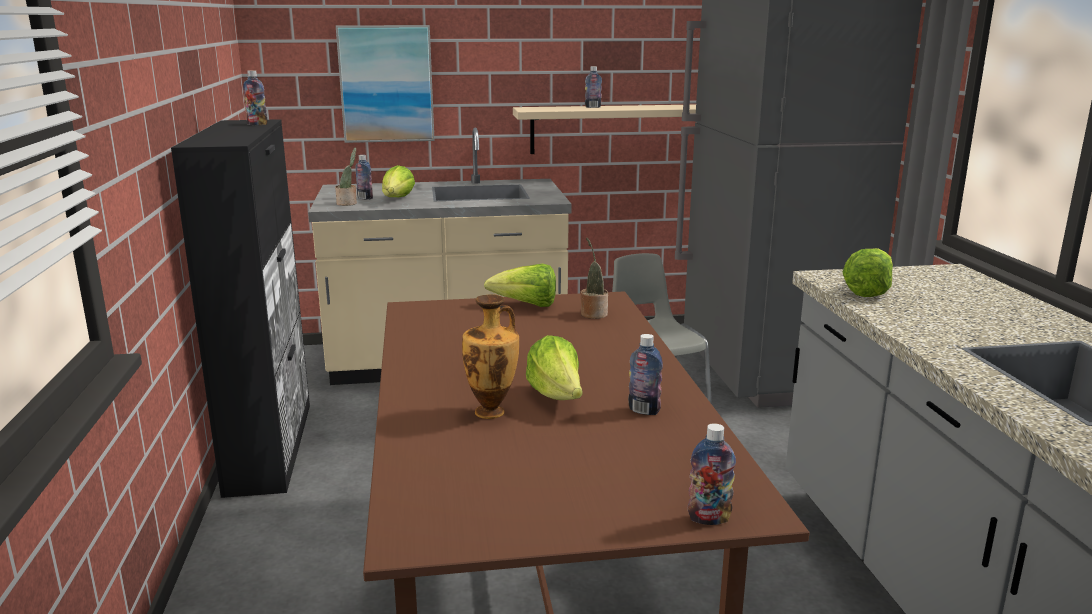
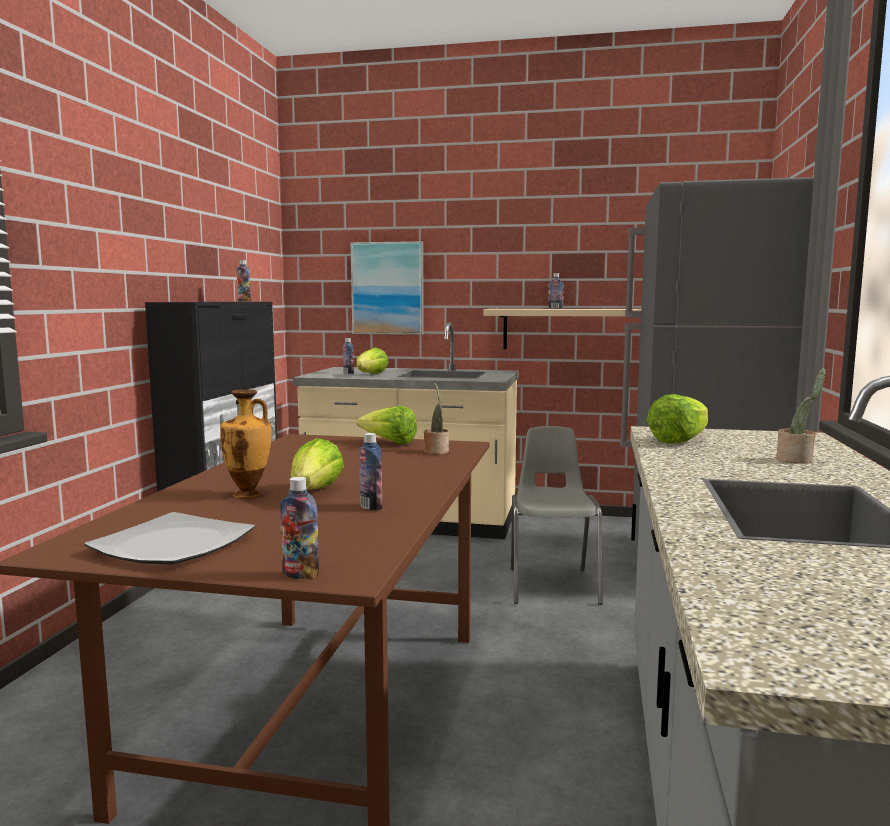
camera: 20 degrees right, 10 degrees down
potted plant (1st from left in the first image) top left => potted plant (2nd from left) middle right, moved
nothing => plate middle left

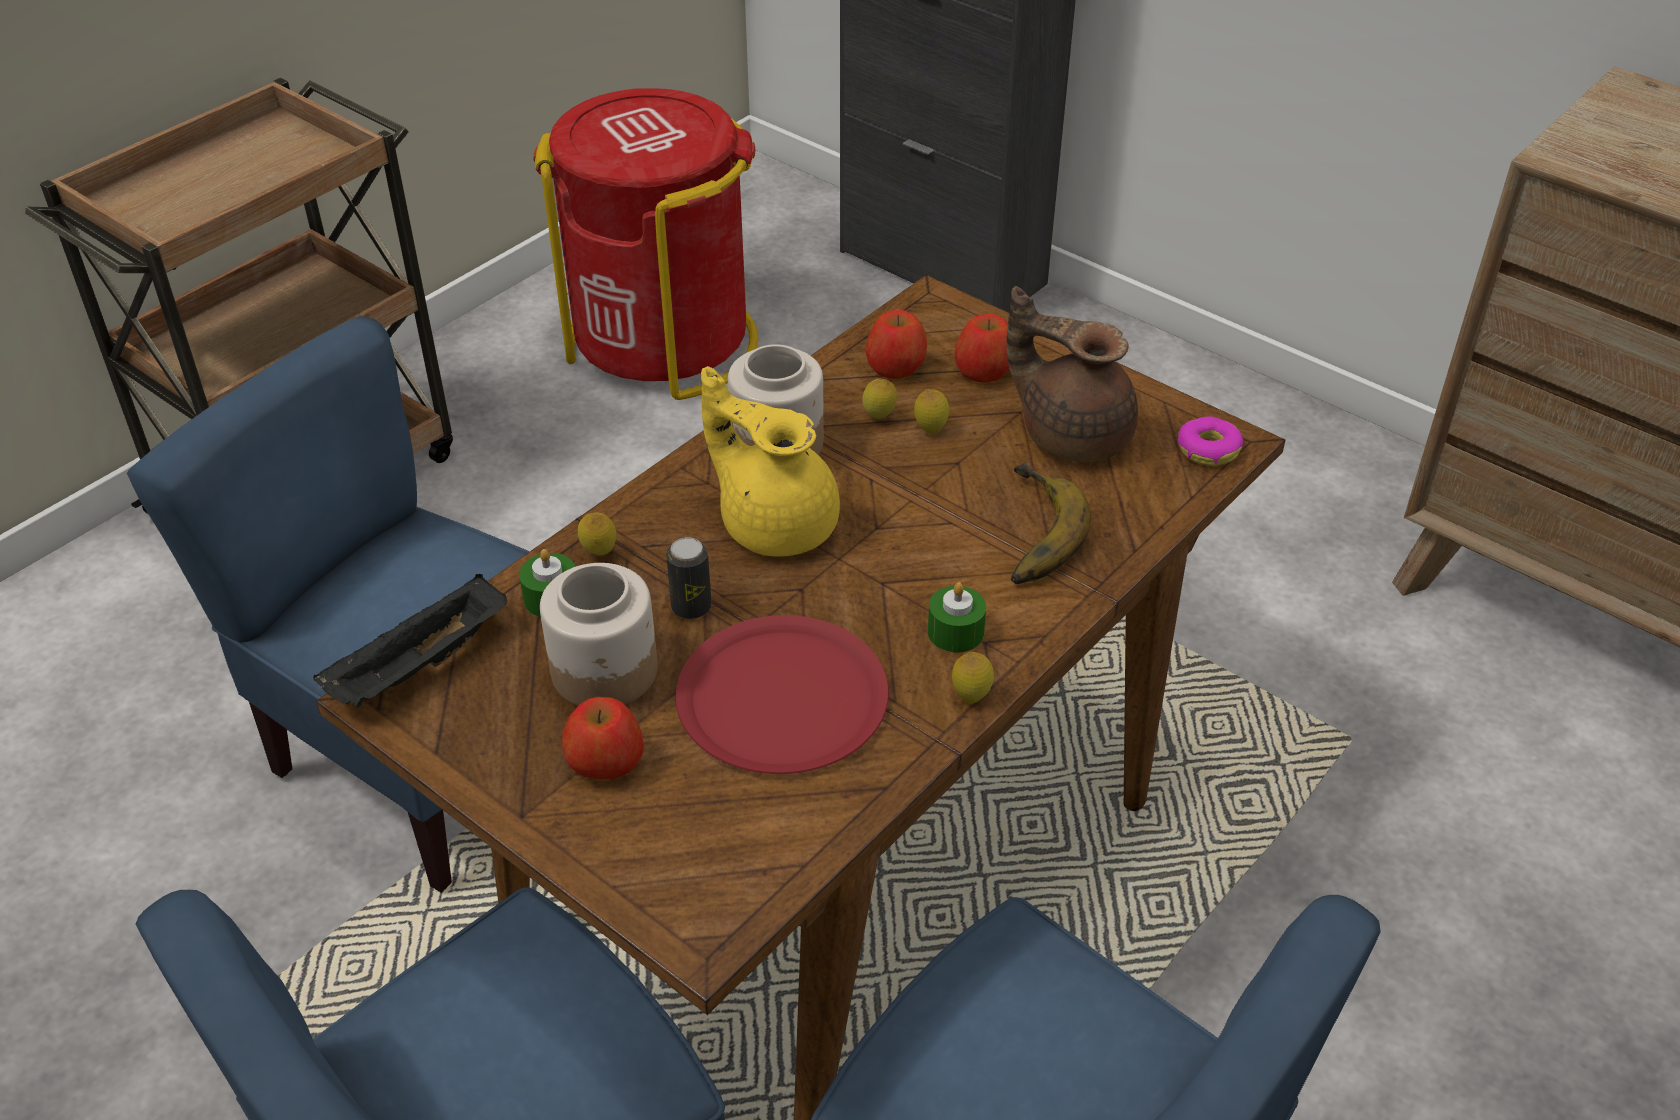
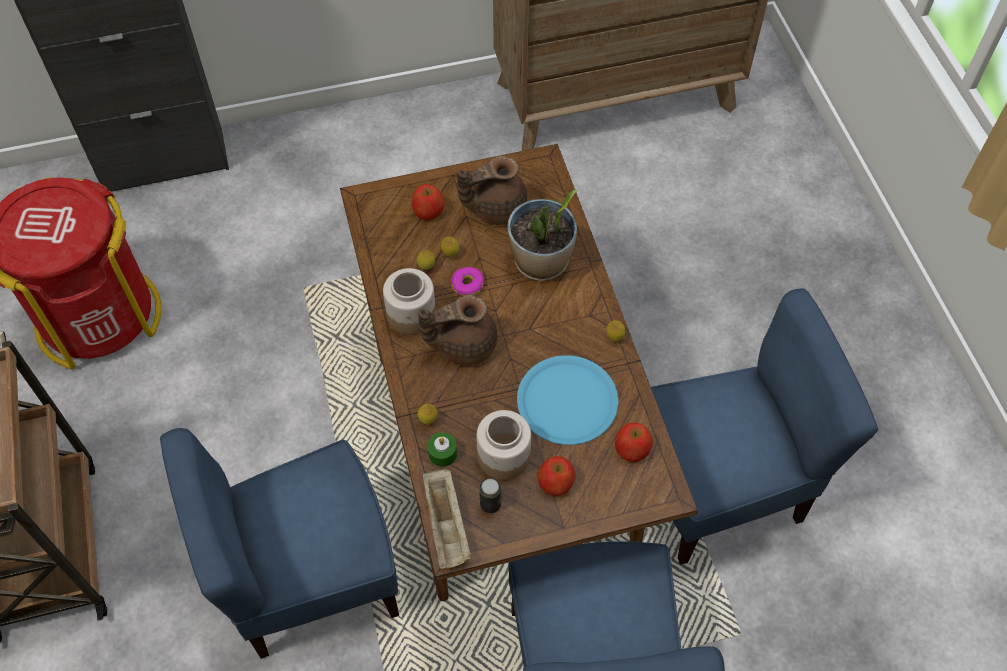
camera: 55 degrees left, 15 degrees up
apple (2nd from left in the first image) top centre => apple (3rd from left) centre, moved
yellow teapot centre => brown teapot (1st from left) centre
donut middle right => donut centre, moved
banana centre => potted plant centre
can centre => can bottom centre, moved
black tray middle left => beige tray bottom centre
green candle (2nd from left) centre => nothing
red plate centre => blue plate centre

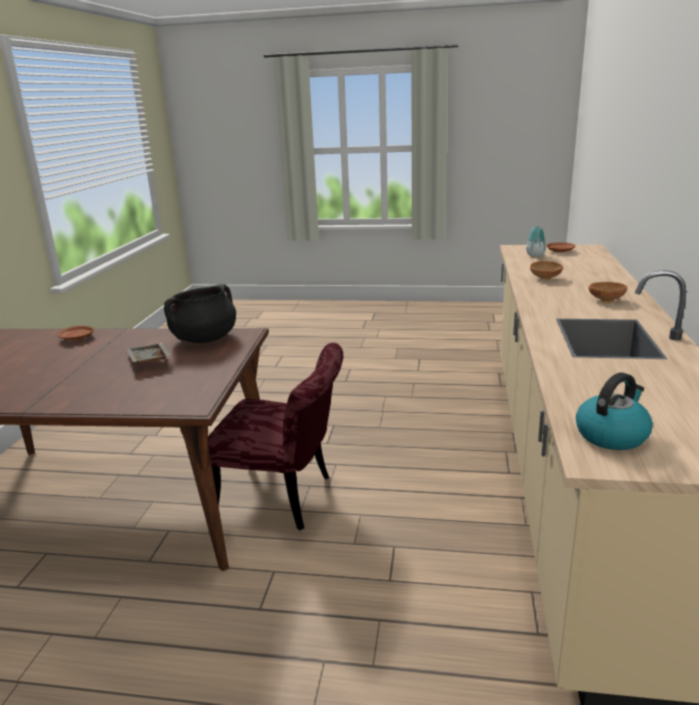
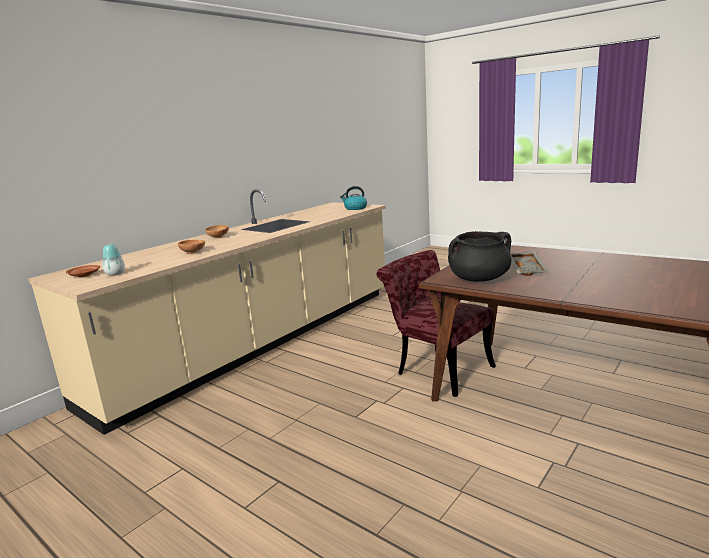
camera: 150 degrees left, 5 degrees down
brown plate (1st from left) middle left => nothing

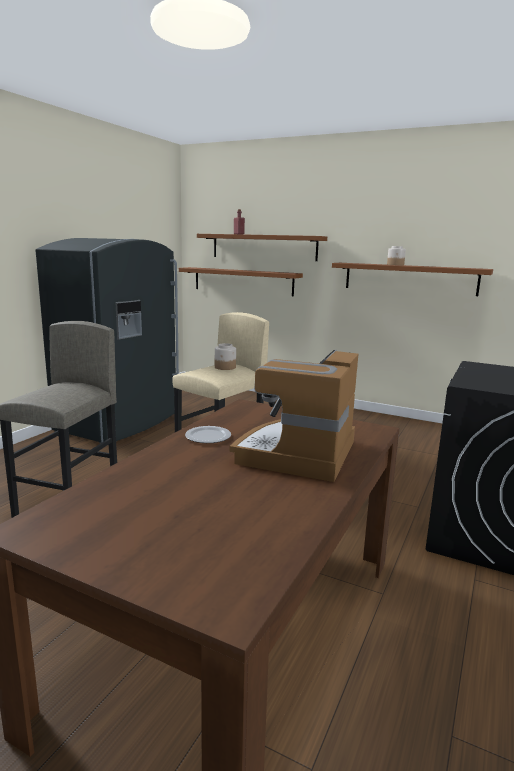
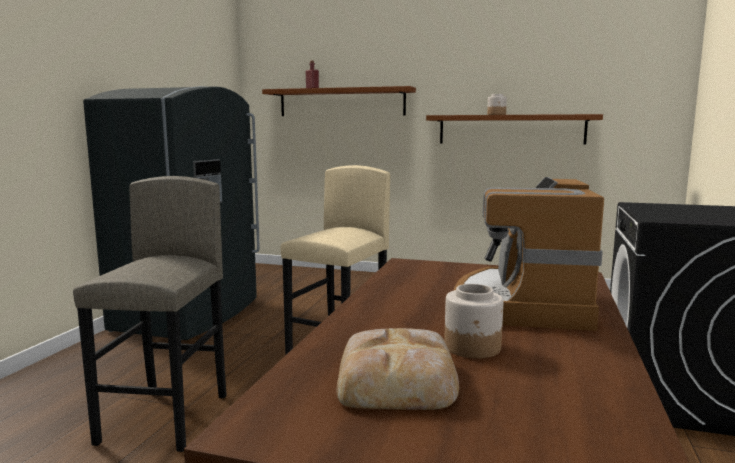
camera: 10 degrees left, 5 degrees down
brown shelf (1st from left) centre => nothing
jar (1st from left) centre => jar (1st from left) bottom centre, moved
plate centre => nothing
nothing => bread bottom centre

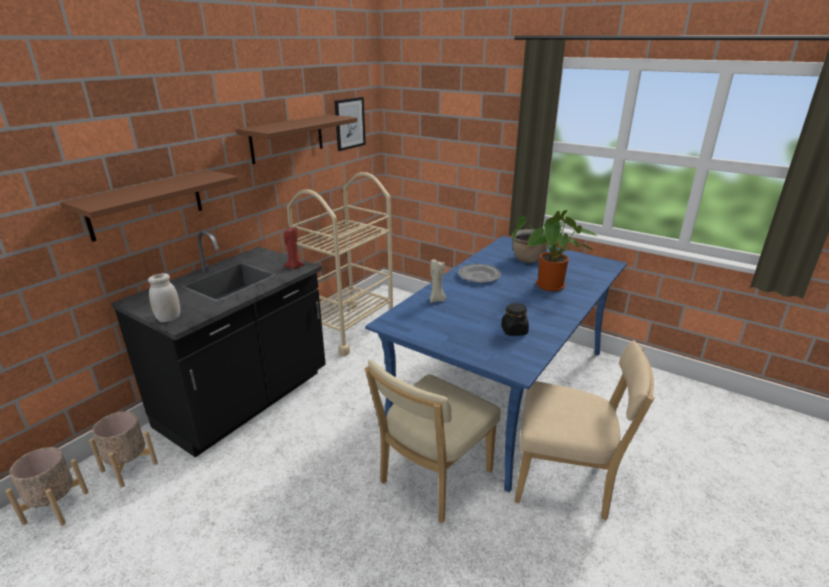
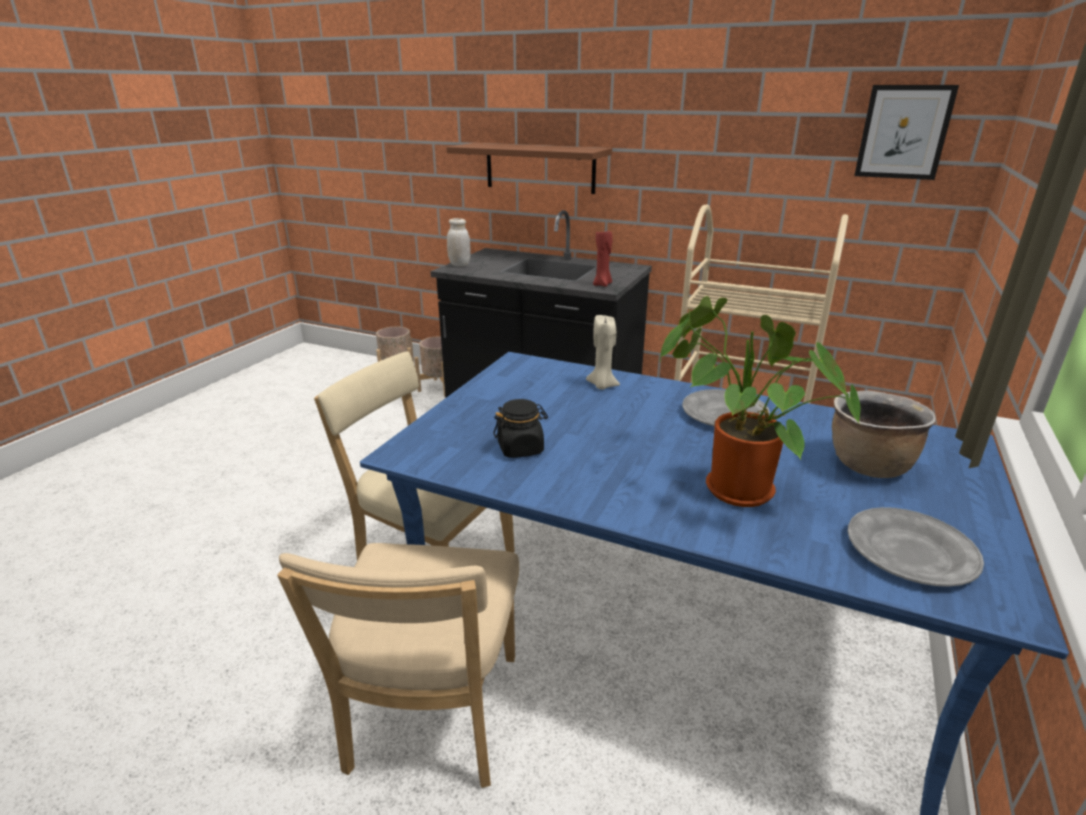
camera: 80 degrees right, 0 degrees up
brown shelf (2nd from left) top centre => nothing
nothing => grey plate (2nd from left) bottom right

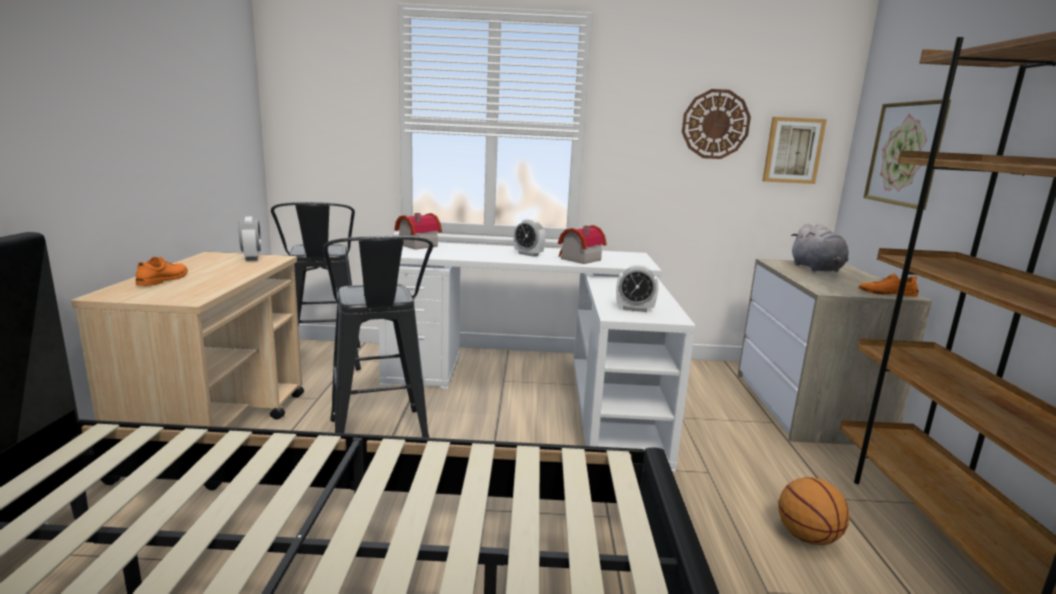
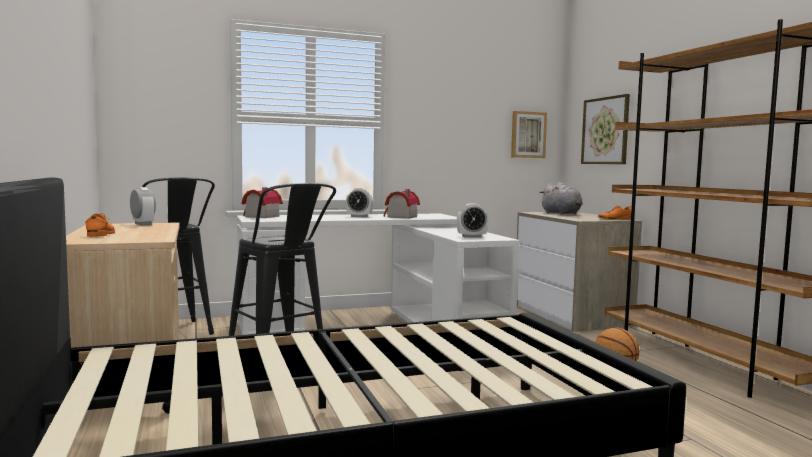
camera: 20 degrees left, 10 degrees down
wall clock top right => nothing

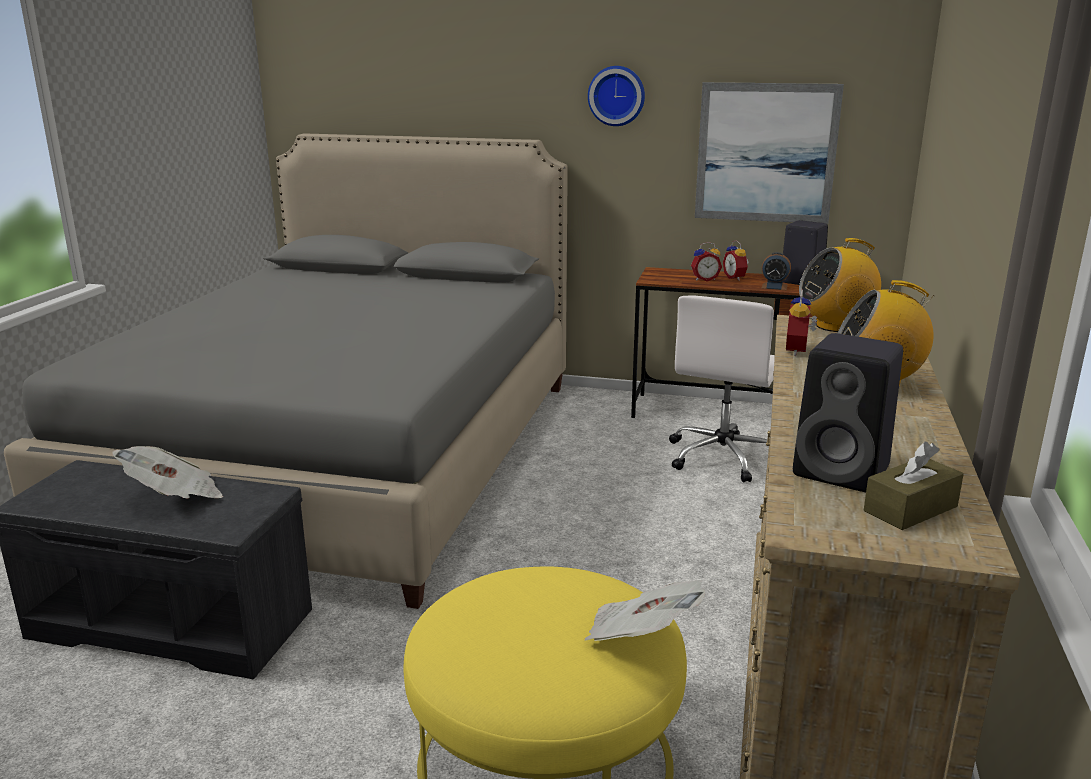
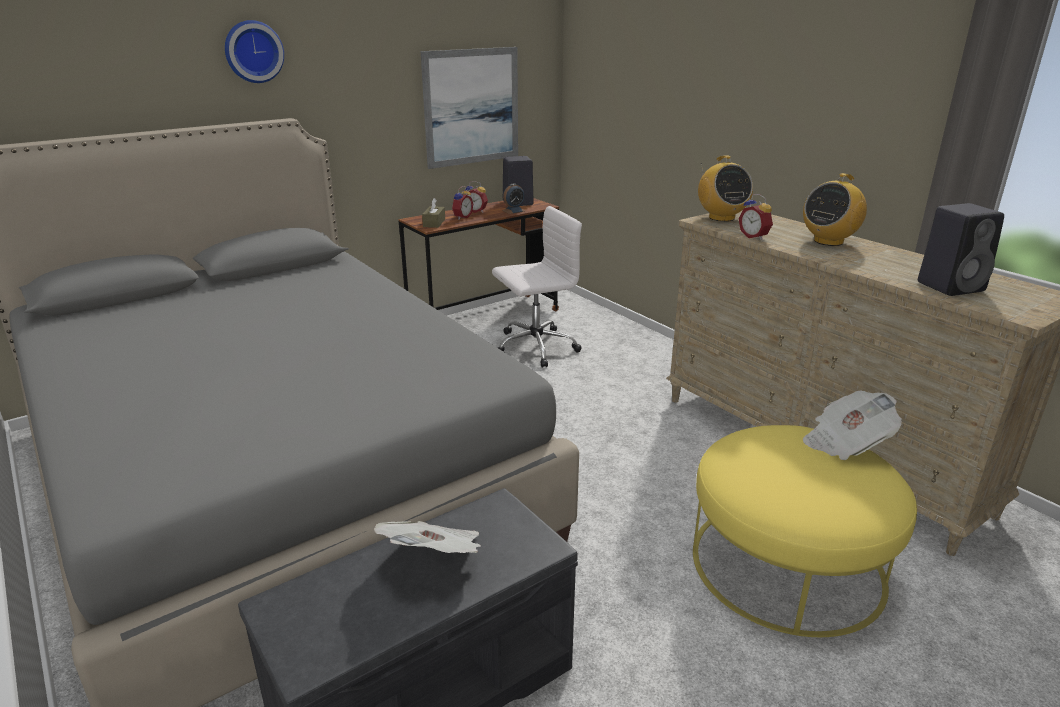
camera: 50 degrees left, 5 degrees up
wall clock top centre => wall clock top left, moved
radio (1st from left) middle right => radio (1st from left) top right, 45 degrees counterclockwise
white office chair centre, 90 degrees counterclockwise
brown tissue box middle right => brown tissue box top centre, moved

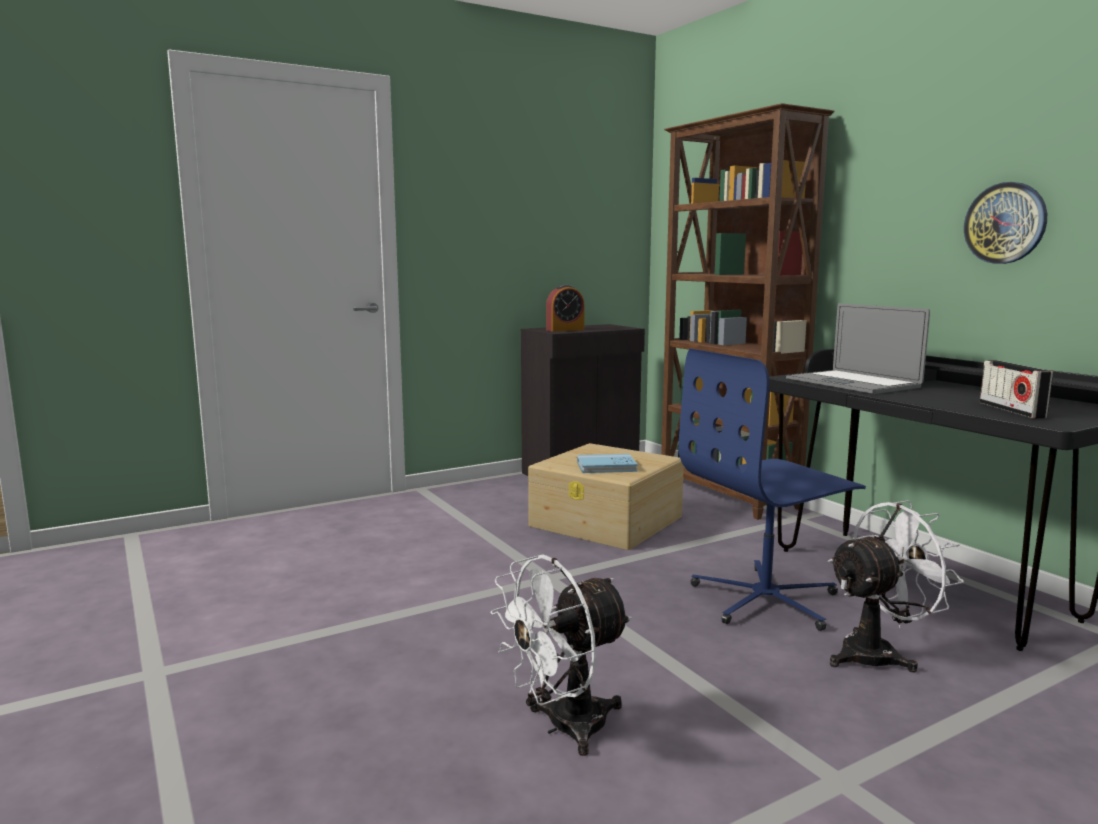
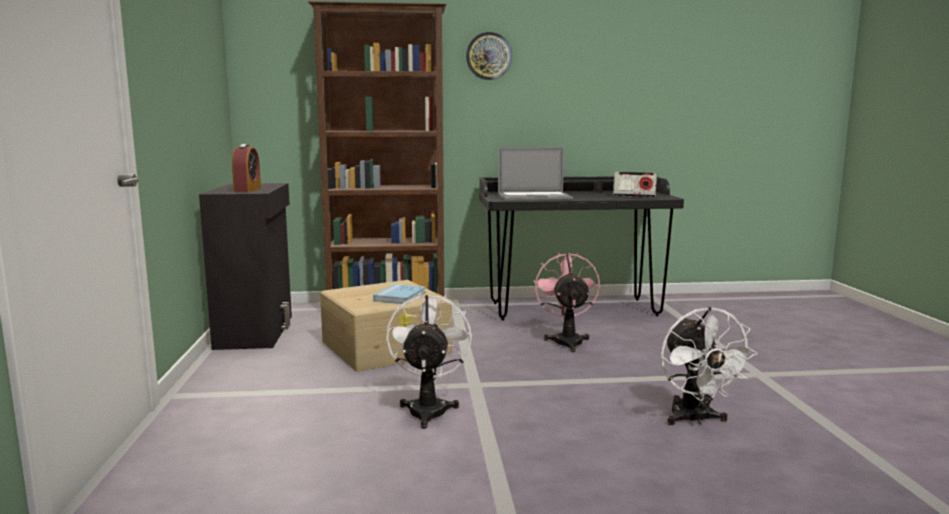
camera: 65 degrees left, 0 degrees up
wall clock top right => wall clock top centre, moved
blue office chair middle right => pink fan centre
white fan (2nd from left in the first image) bottom right => white fan (1st from left) bottom centre, moved

